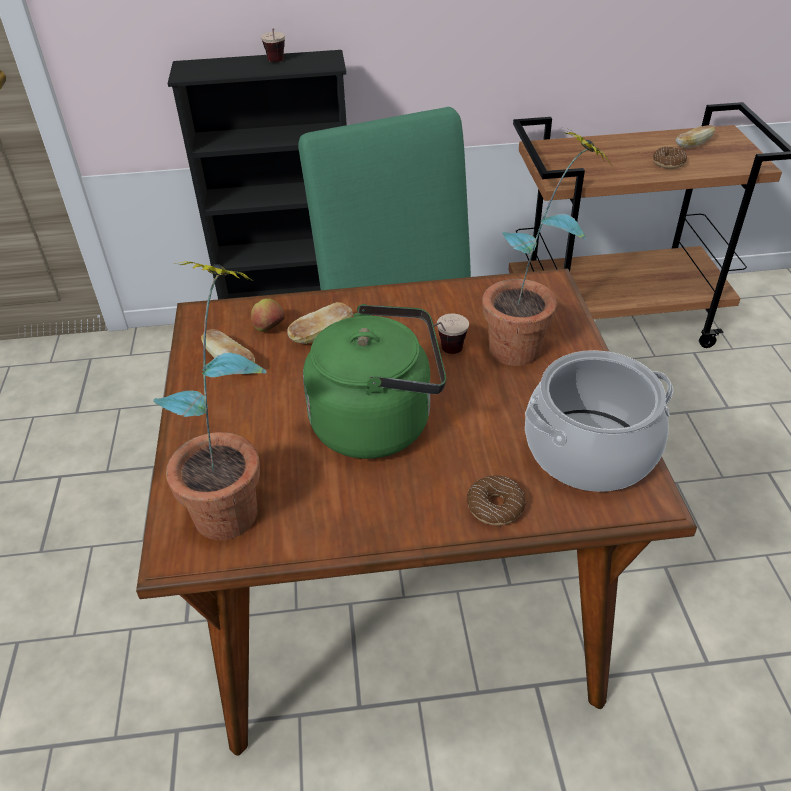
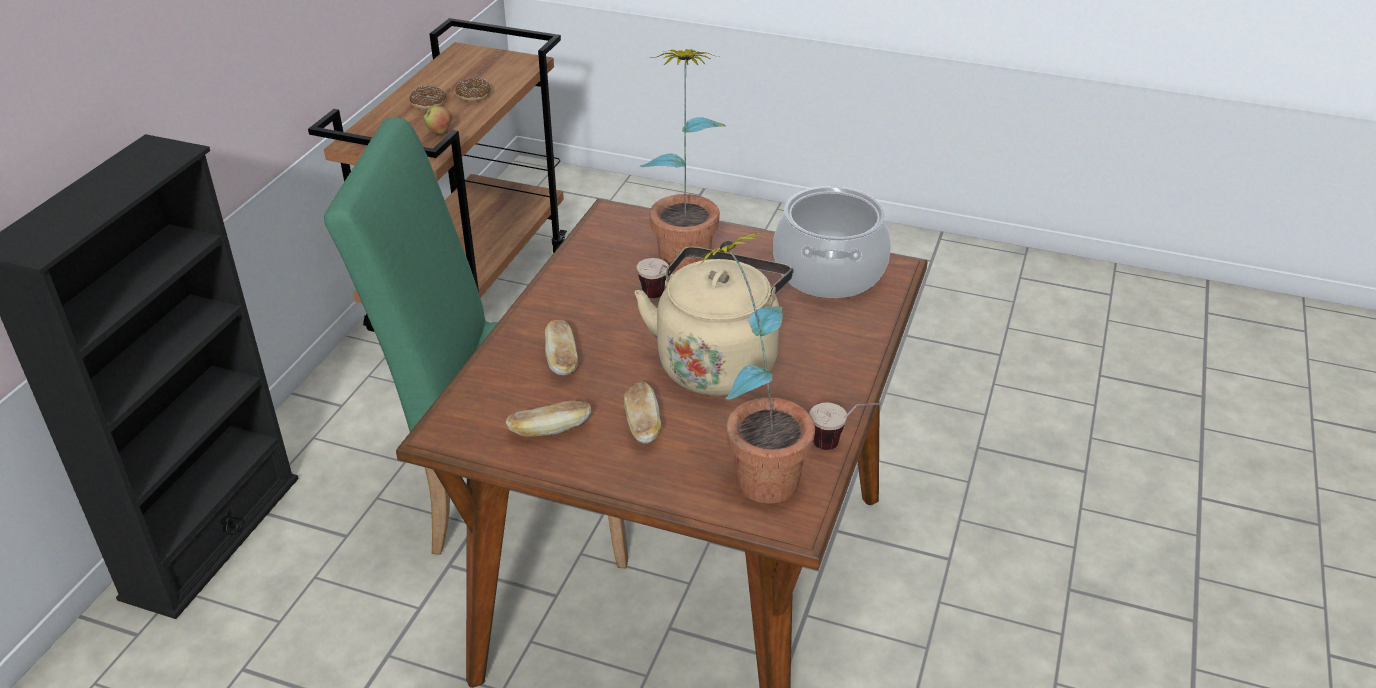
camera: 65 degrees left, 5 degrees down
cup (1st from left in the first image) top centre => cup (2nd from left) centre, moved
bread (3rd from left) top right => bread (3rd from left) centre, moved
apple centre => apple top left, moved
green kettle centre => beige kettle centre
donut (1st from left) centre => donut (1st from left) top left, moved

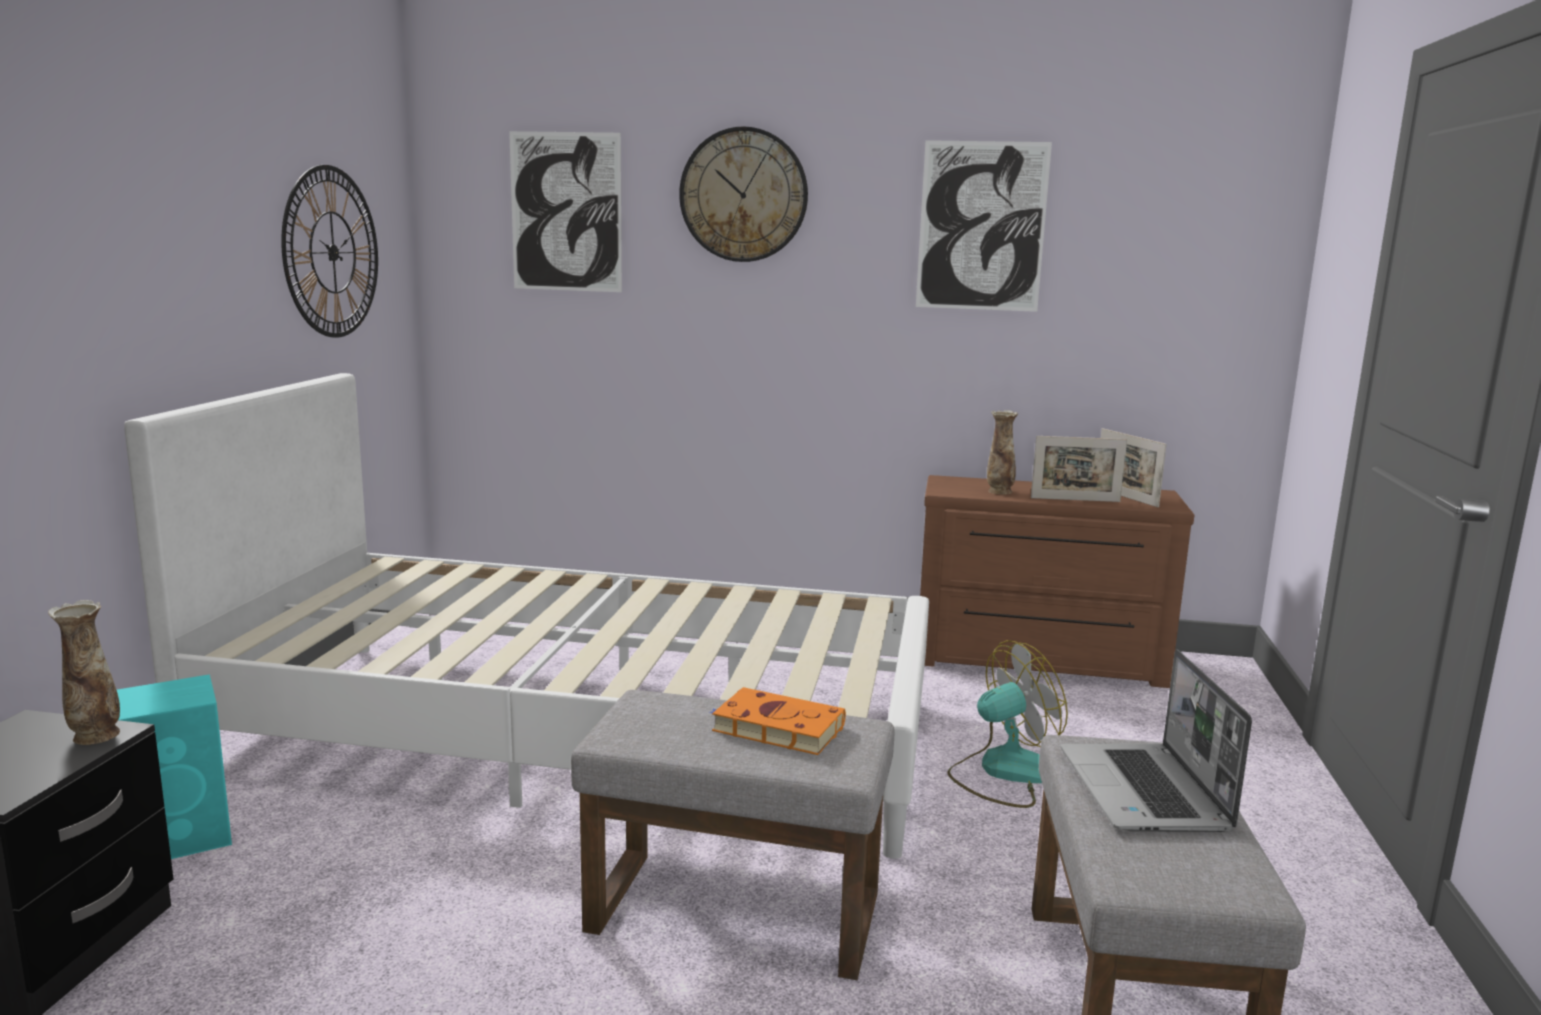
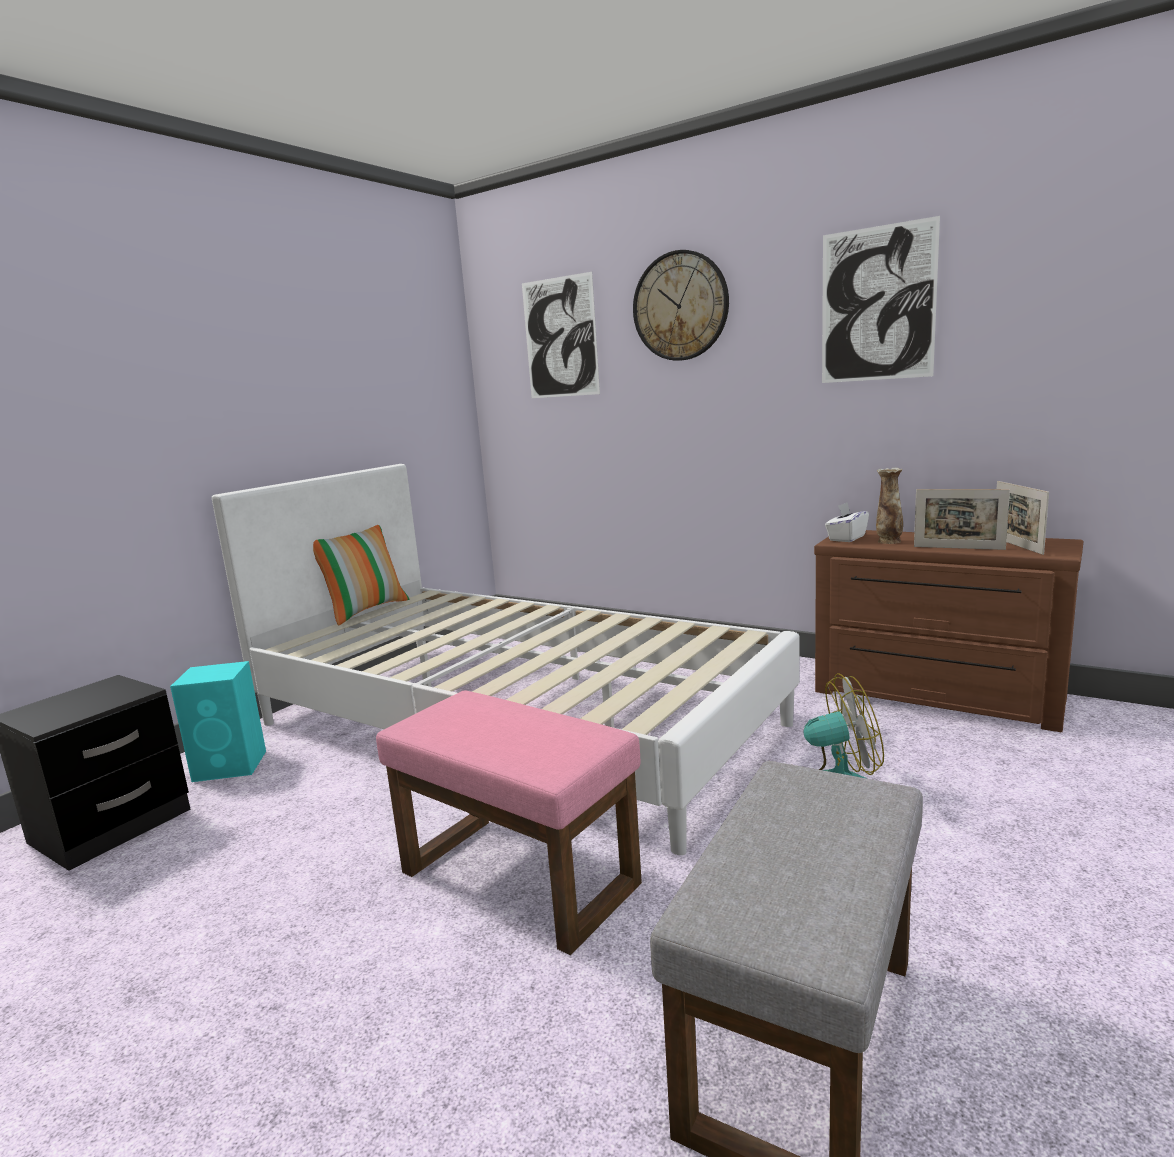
camera: 25 degrees right, 0 degrees up
wall clock (1st from left) top left => nothing
vase (1st from left) middle left => nothing
laptop bottom right => nothing
orange book bottom centre => nothing
grey ottoman (1st from left) bottom centre => pink ottoman bottom centre
nothing => white tissue box middle right
nothing => pillow middle left

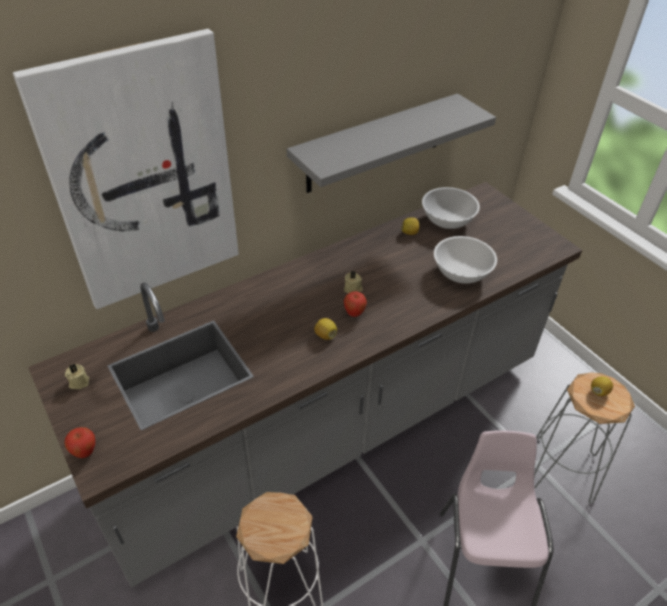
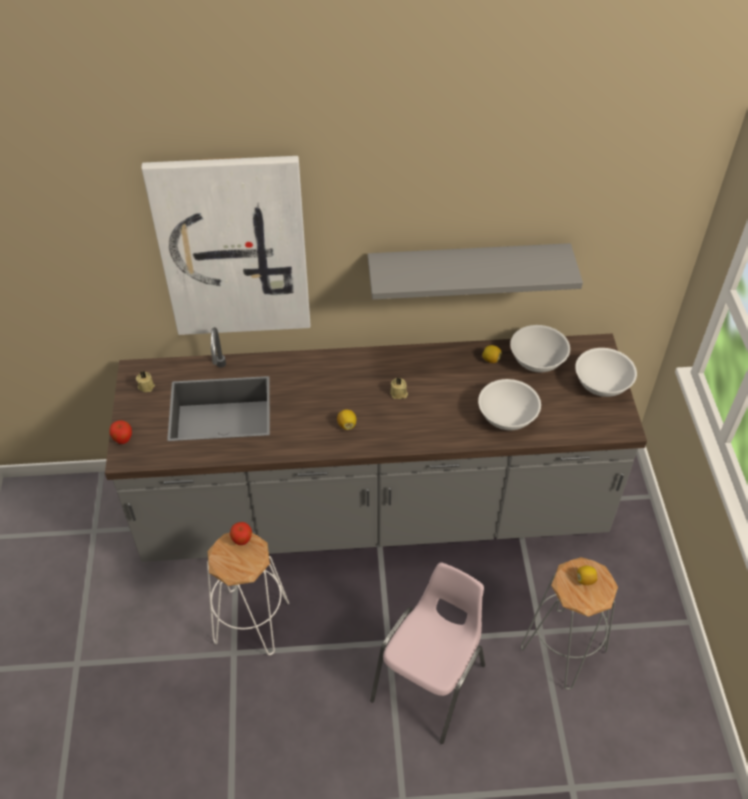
camera: 30 degrees right, 5 degrees up
apple (2nd from left) centre => apple (2nd from left) bottom left, moved
nothing => white bowl (3rd from left) middle right

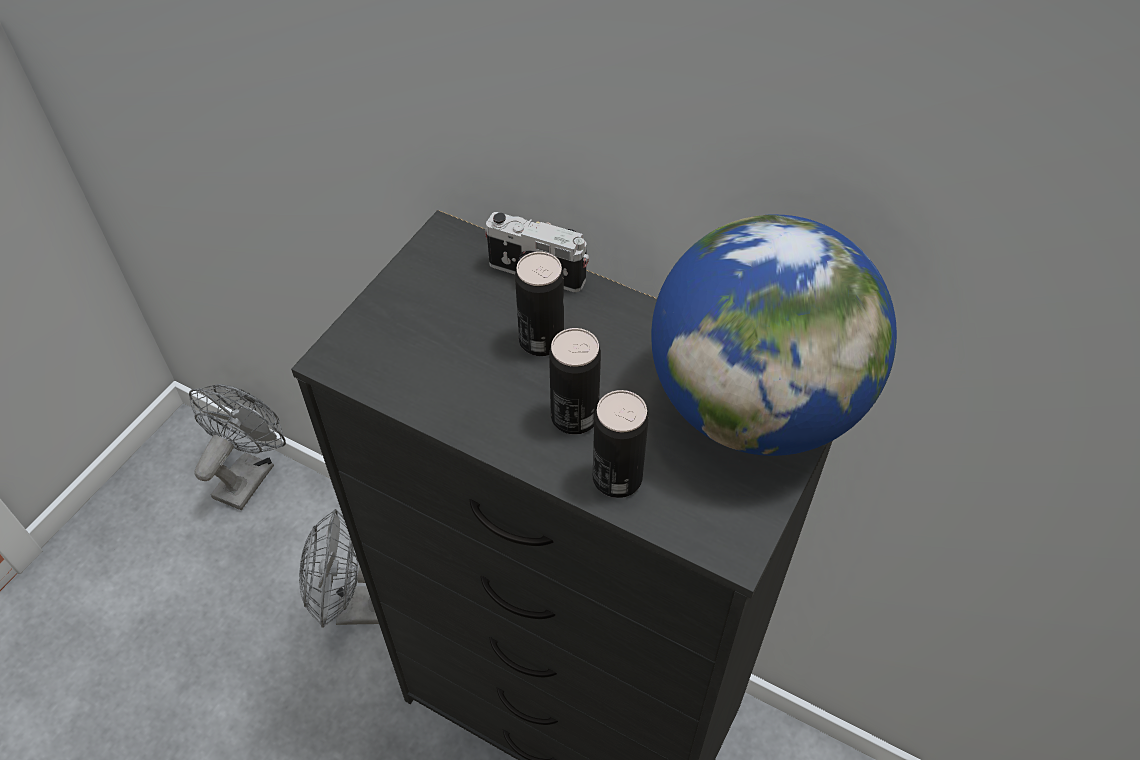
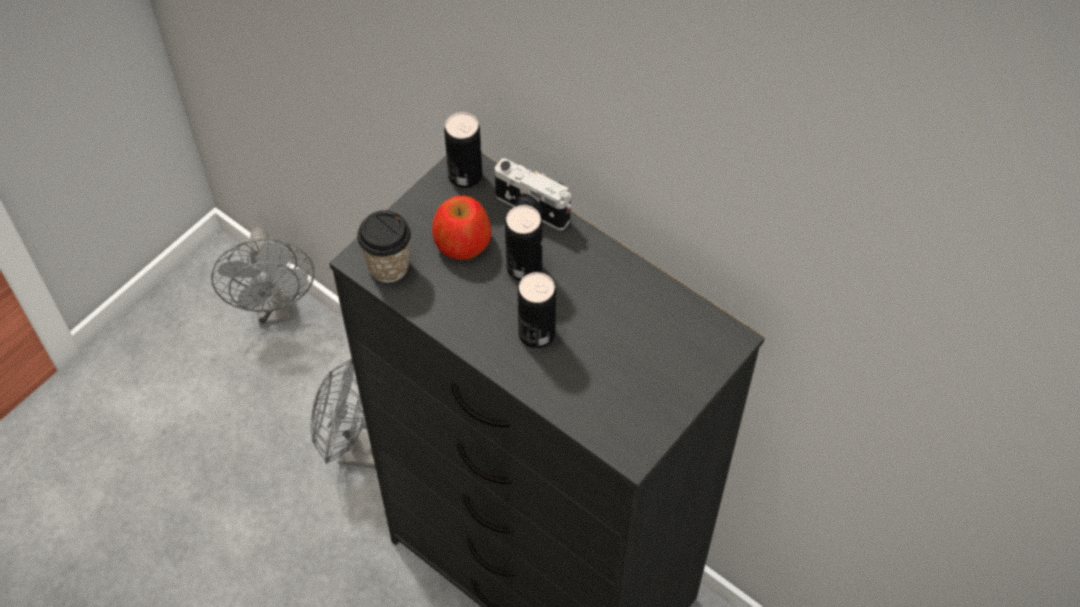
camera: 10 degrees right, 5 degrees up
globe middle right => nothing
grey fan (1st from left) middle left, 135 degrees clockwise
can (3rd from left in the first image) centre => can (1st from left) top centre, moved
nothing => apple centre
nothing => cup centre

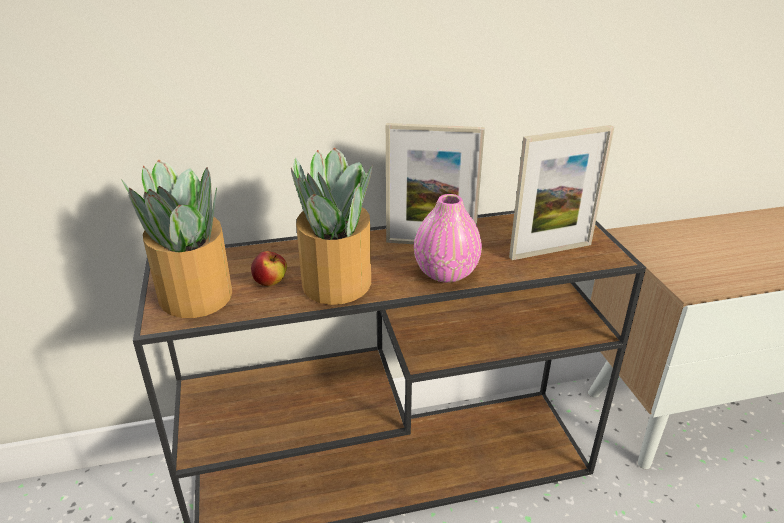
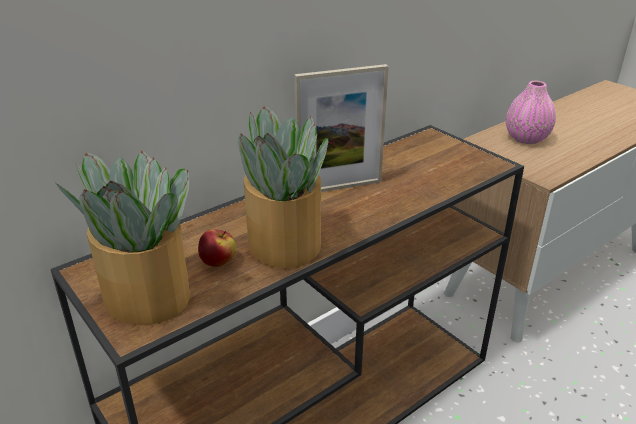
camera: 25 degrees left, 0 degrees up
picture frame (2nd from left) middle right => nothing
pink vase centre => pink vase top right, moved

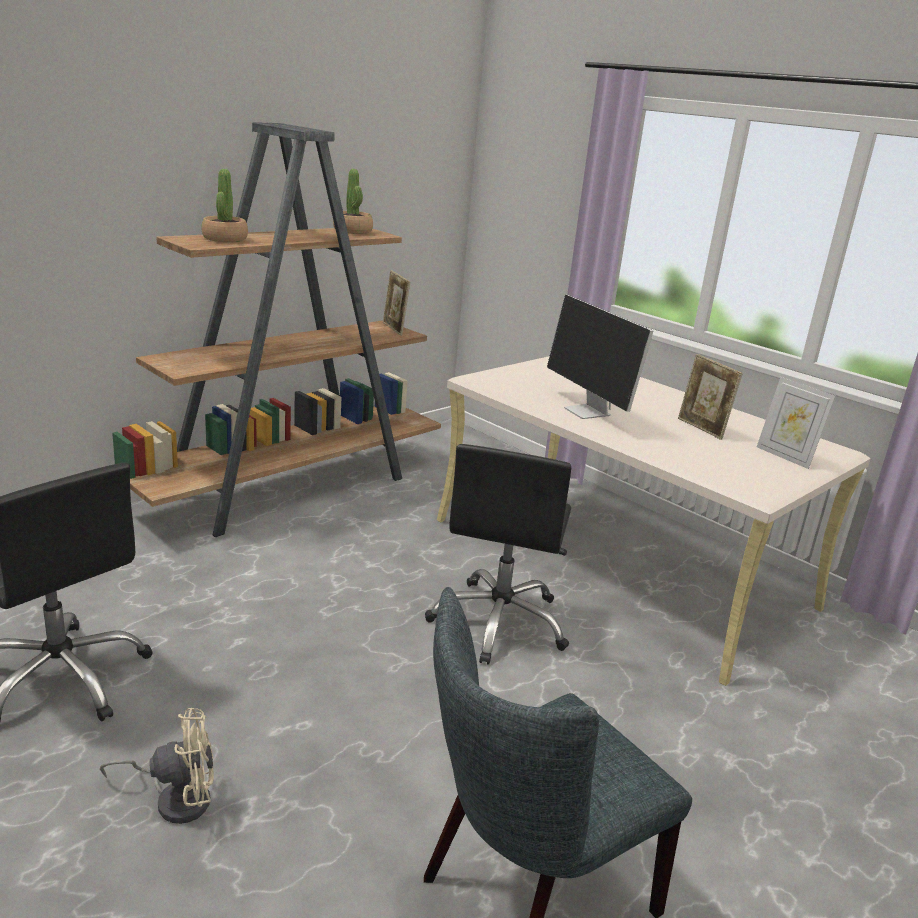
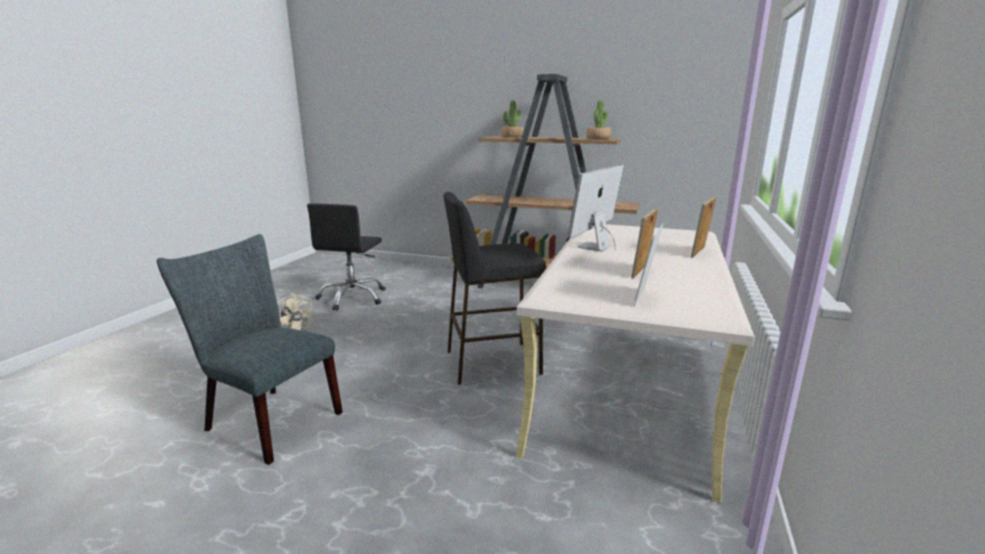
camera: 65 degrees right, 5 degrees down
picture frame (1st from left in the first image) top centre => picture frame (3rd from left) middle right, moved
black office chair (2nd from left) centre => black stool centre

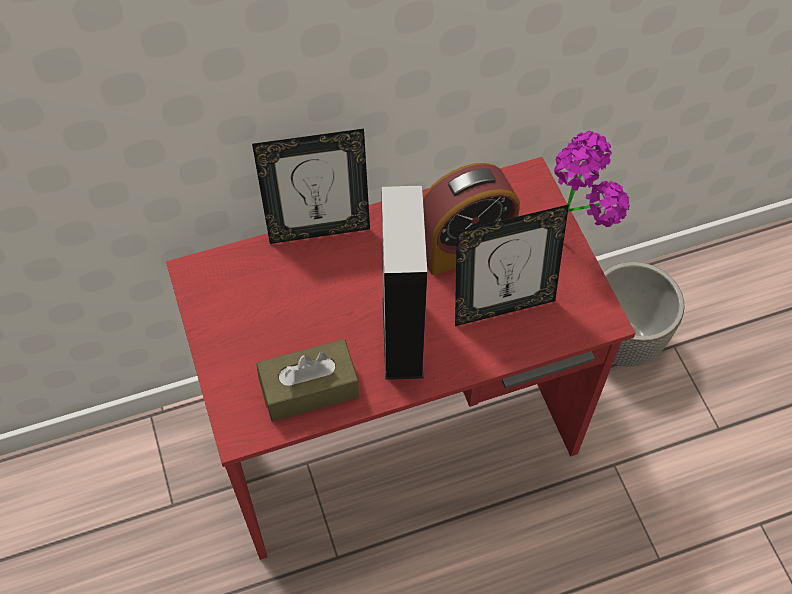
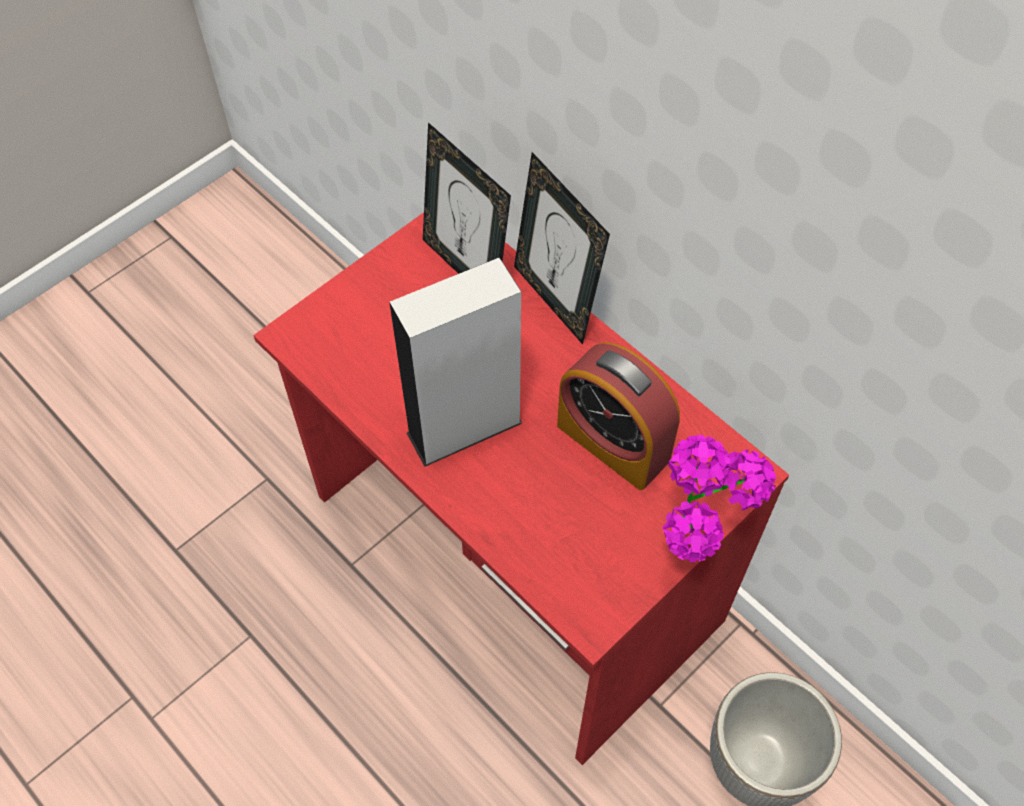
camera: 65 degrees right, 0 degrees up
picture frame (2nd from left in the first image) centre => picture frame (1st from left) top centre, moved
brown tissue box centre => nothing

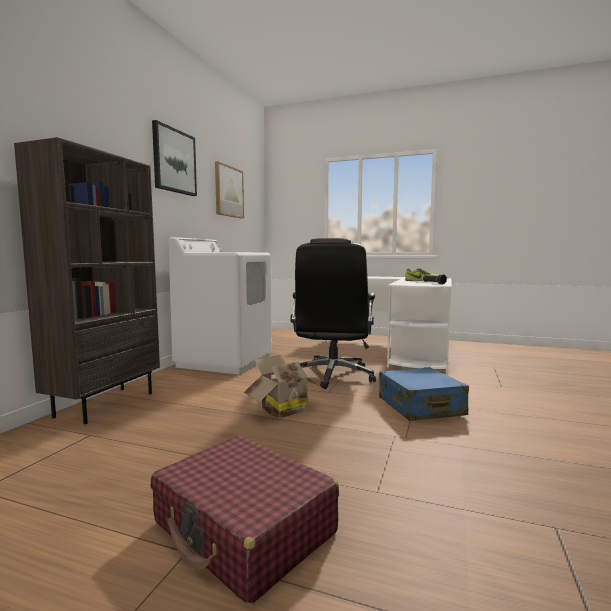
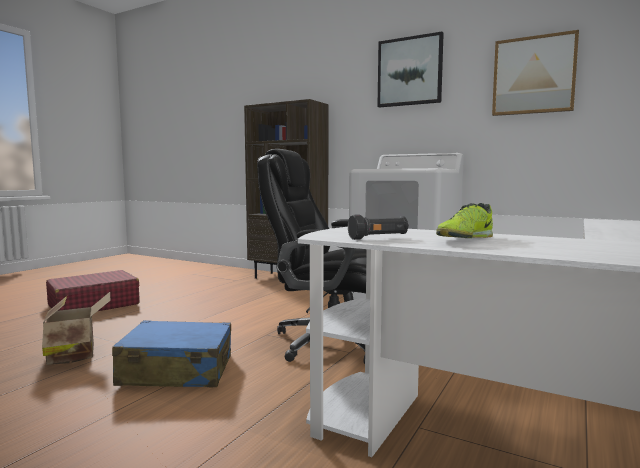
camera: 100 degrees right, 0 degrees up
cardboard box centre => cardboard box bottom left, moved

